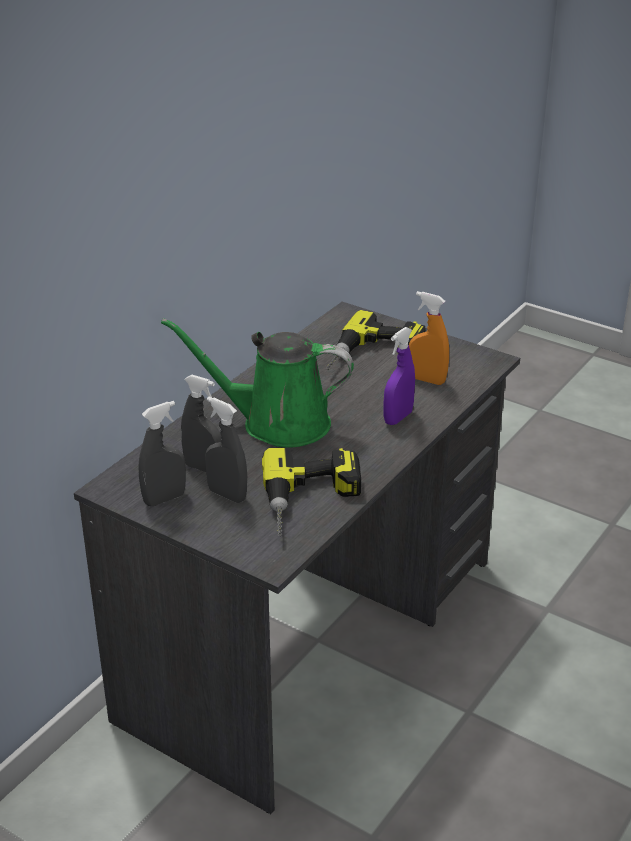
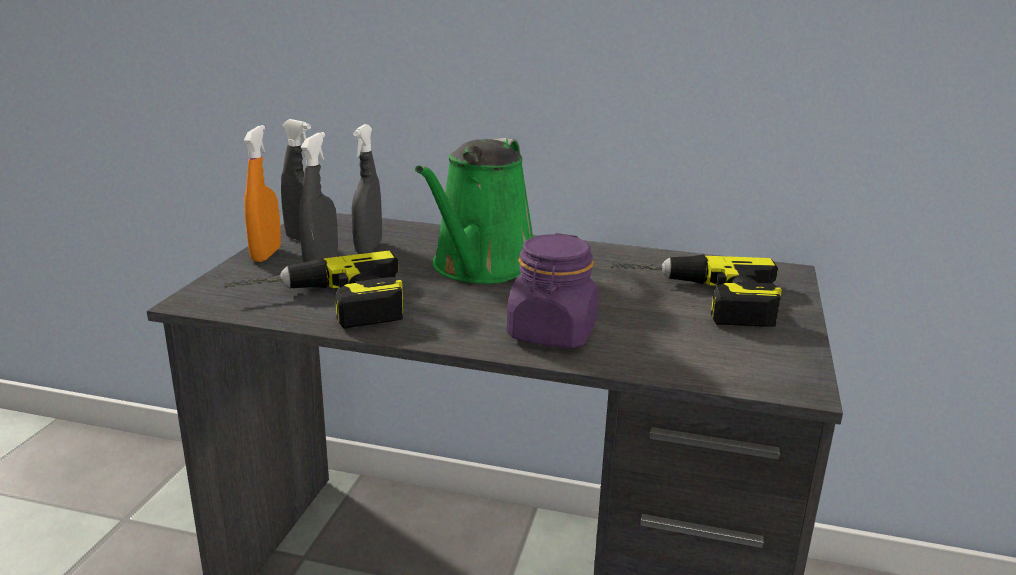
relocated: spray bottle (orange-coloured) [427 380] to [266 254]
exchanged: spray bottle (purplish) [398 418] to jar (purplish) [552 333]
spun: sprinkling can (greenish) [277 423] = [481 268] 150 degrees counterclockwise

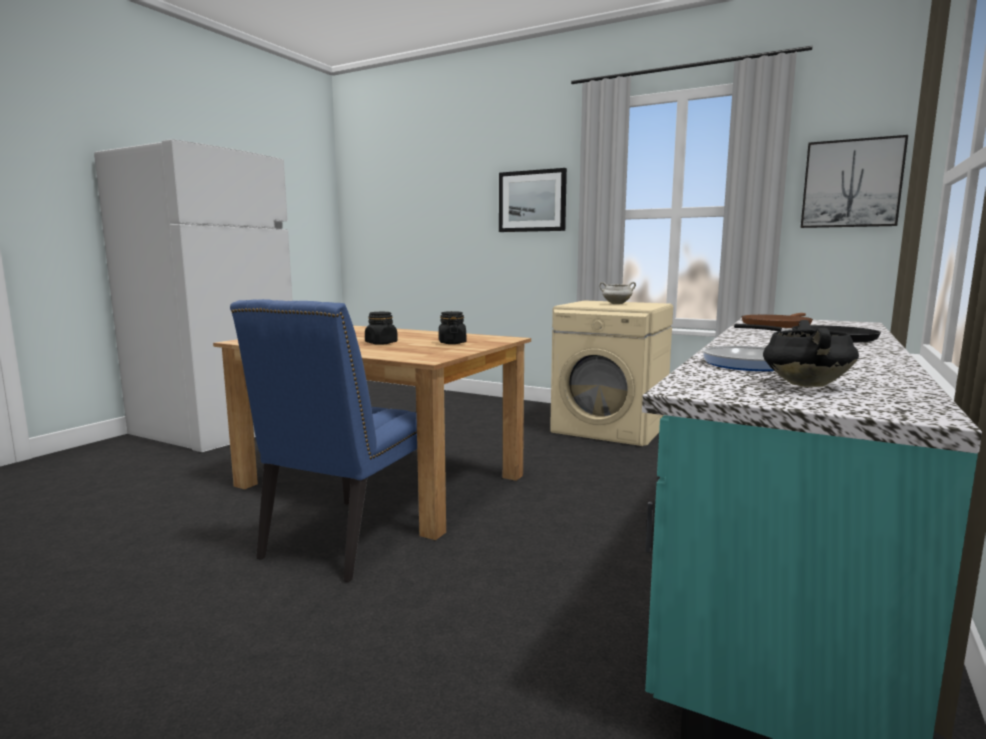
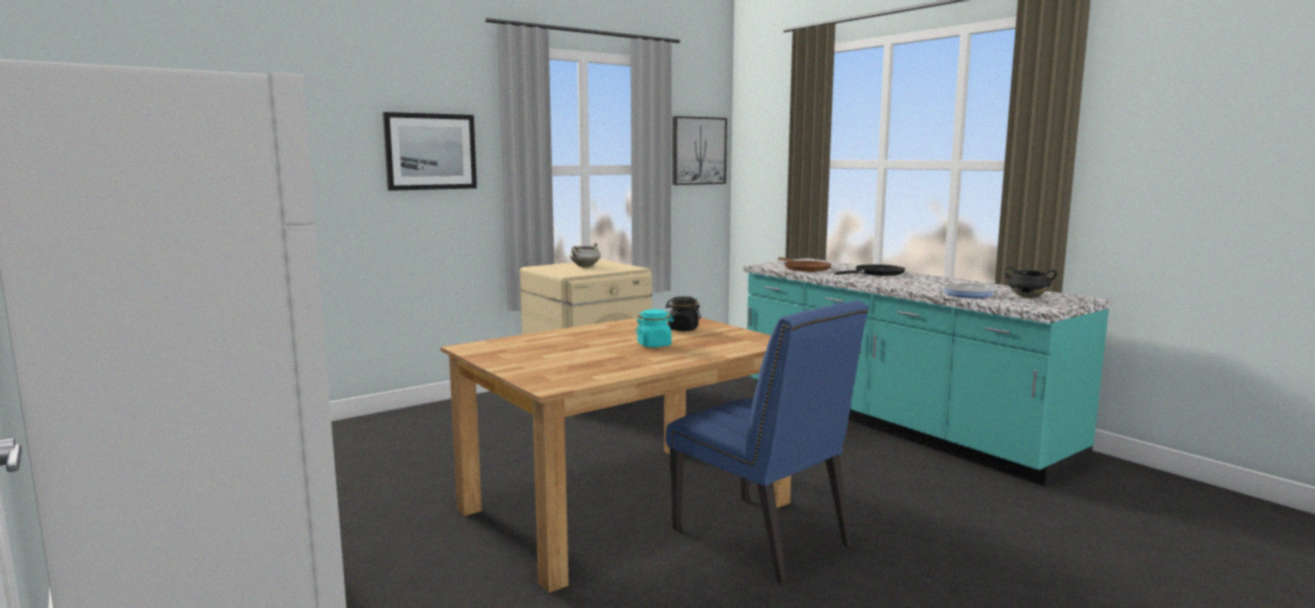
colour: jar (black-coloured) [381 343] to jar (turquoise-coloured) [654 345]

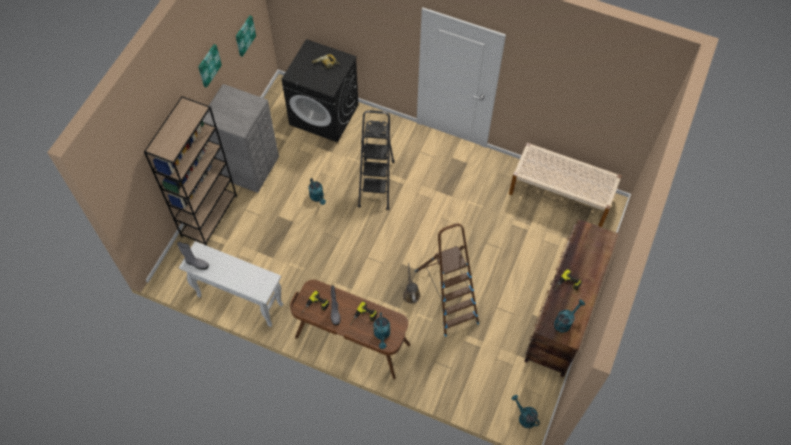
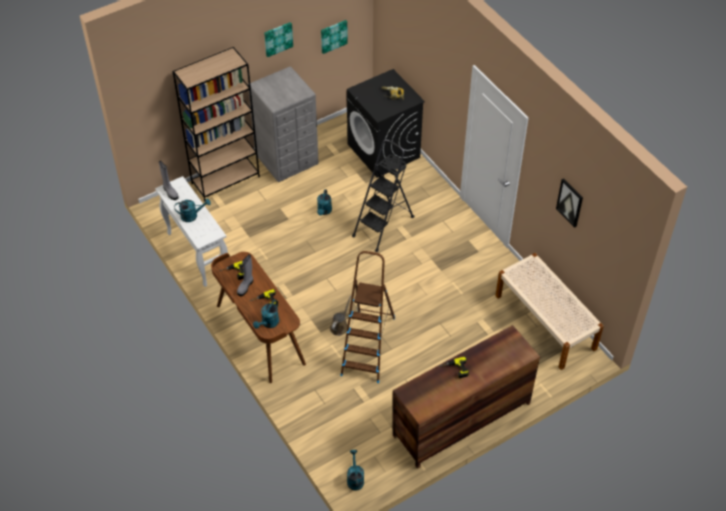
appeared: wall picture [570 202]
relocated: sprinkling can (turquoise-coloured) [565 322] to [192 216]

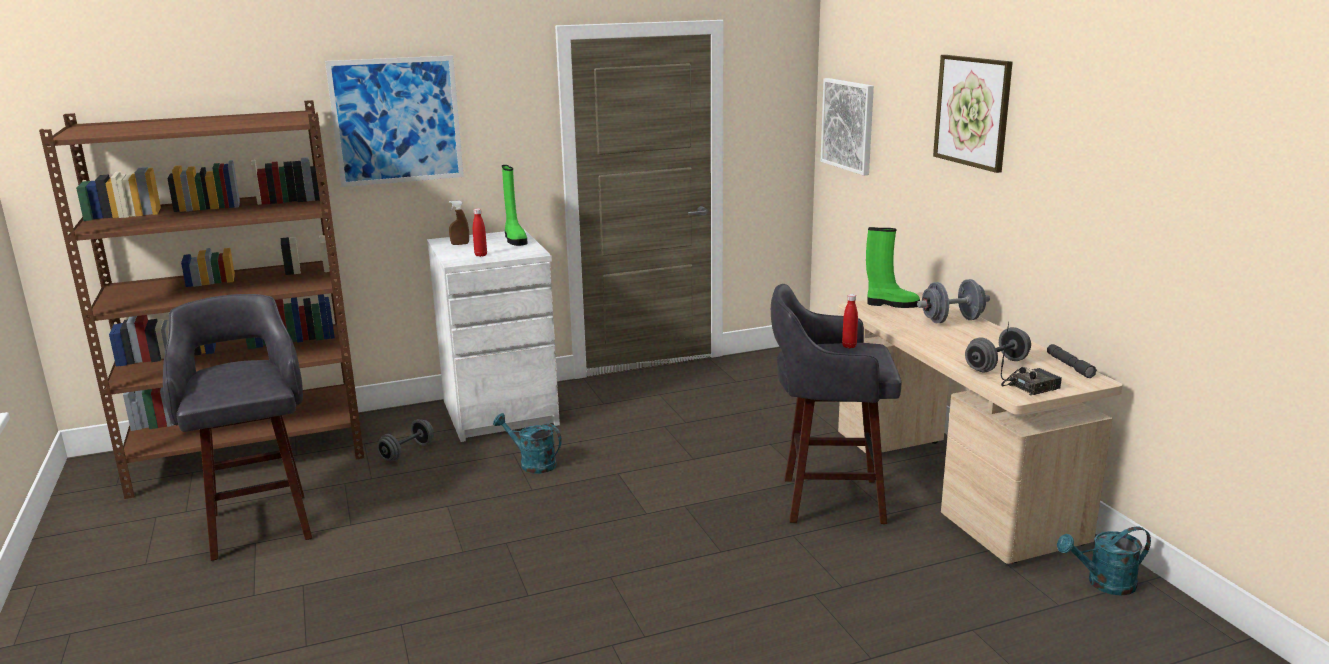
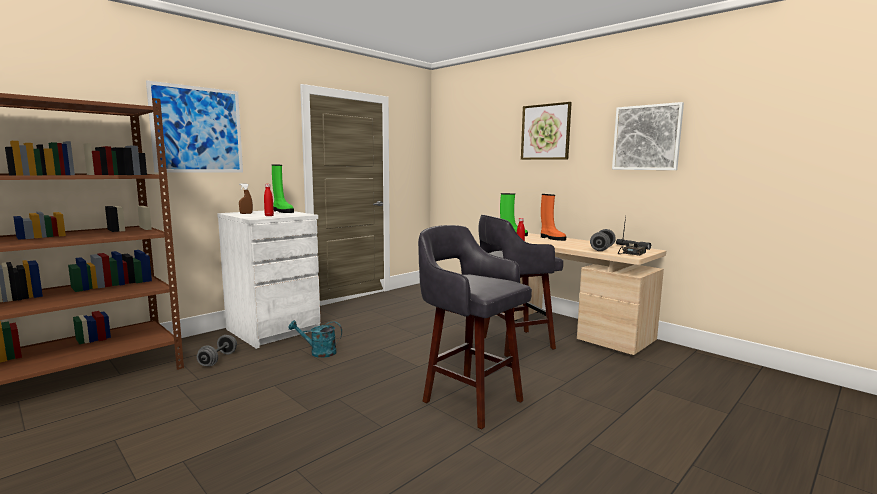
missing: sprinkling can (turquoise-coloured) [1103 584]
relocated: wall picture [848 125] to [646 138]; stool (greyish) [260 523] to [469 400]
exchanged: free weight (greyish) [952 320] to boot (orange-coloured) [551 238]

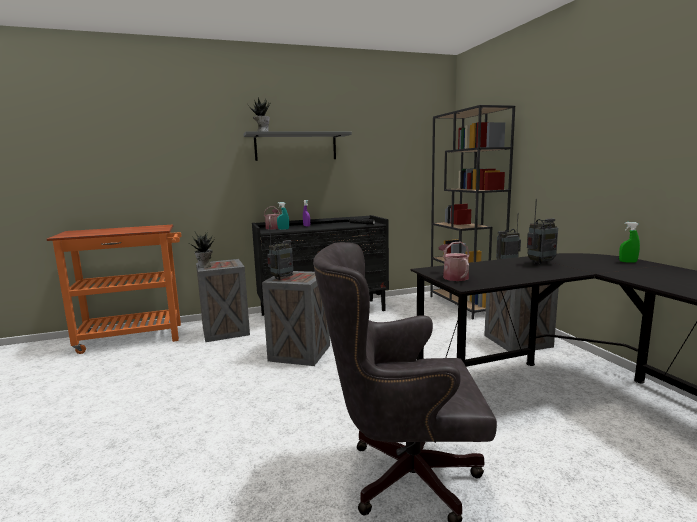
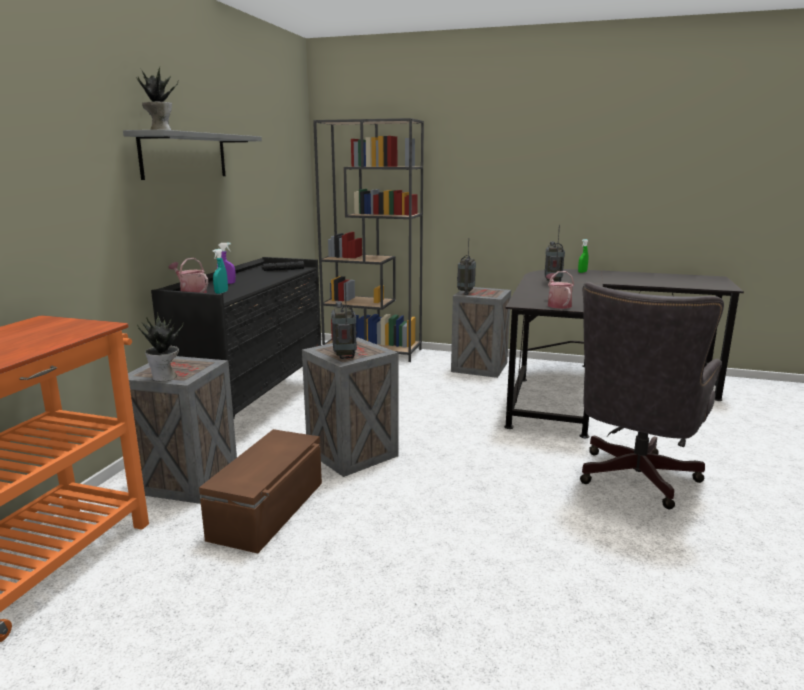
appeared: storage bin (brown-coloured) [269 510]
spun: sprinkling can [453 277] = [557 305] 60 degrees clockwise

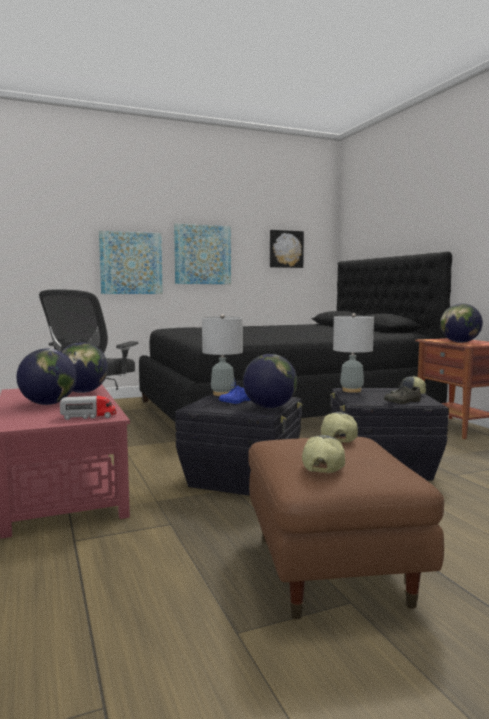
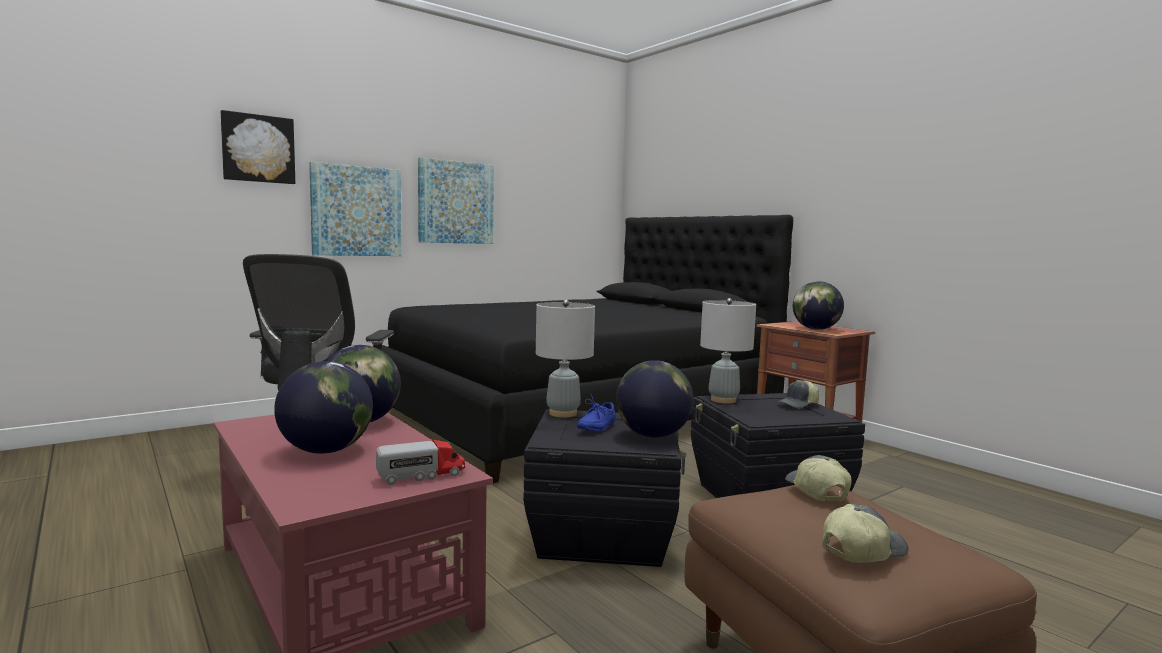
missing: item of footwear (greyish) [401 401]
relocated: wall picture [285 249] to [258 148]
spun: peaked cap [323 465] = [862 550] 60 degrees clockwise

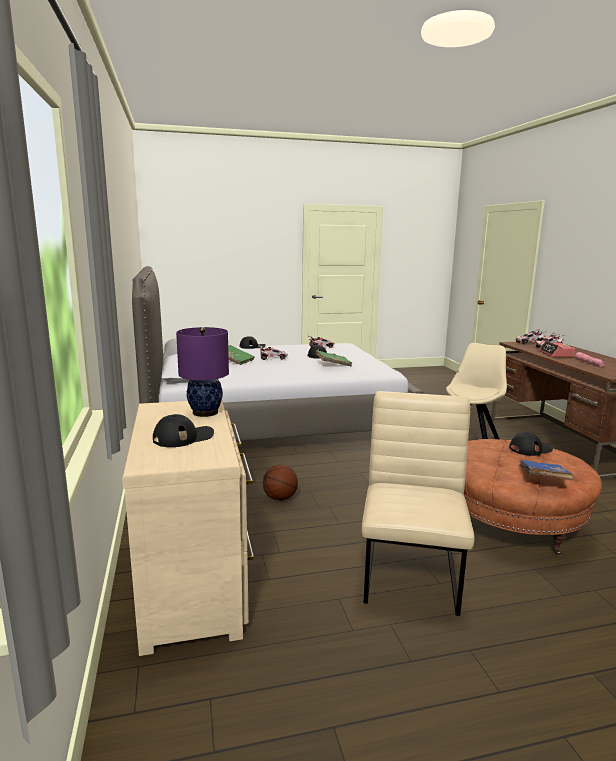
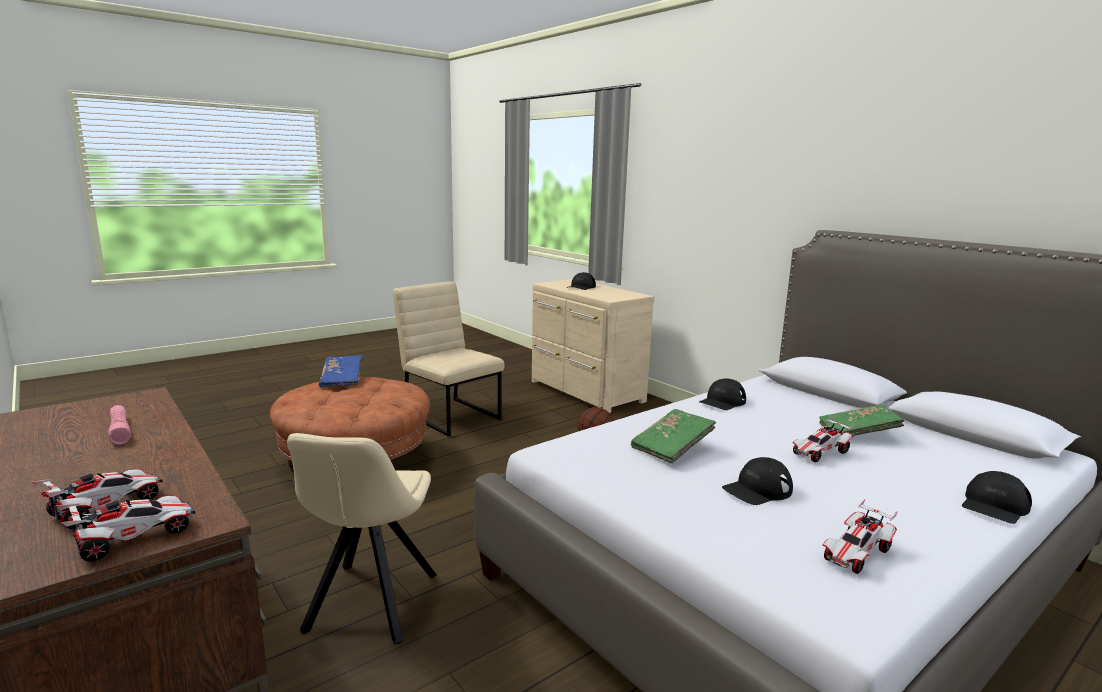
missing: lamp for a table (purplish) [205 412]; alarm clock [556 354]
relocated: peaked cap (black-coloured) [530 449] to [722 402]
spun: upright chair (beige-coloured) [411 572] = [451 415] 150 degrees clockwise

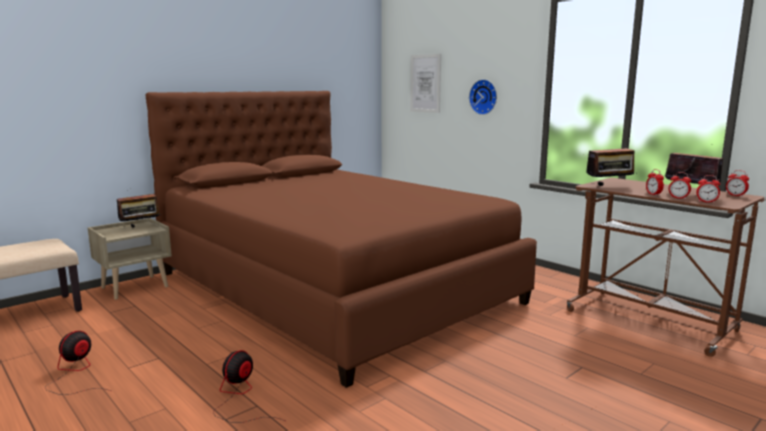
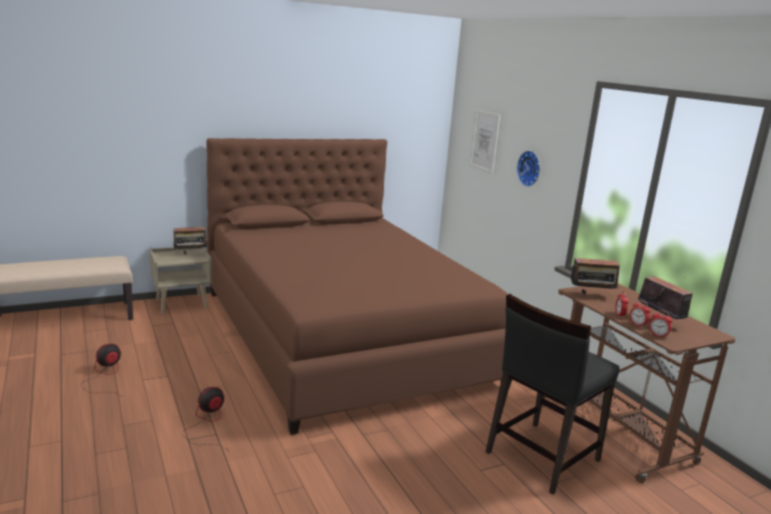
missing: alarm clock [735 195]
appeared: upright chair (black-coloured) [541 456]

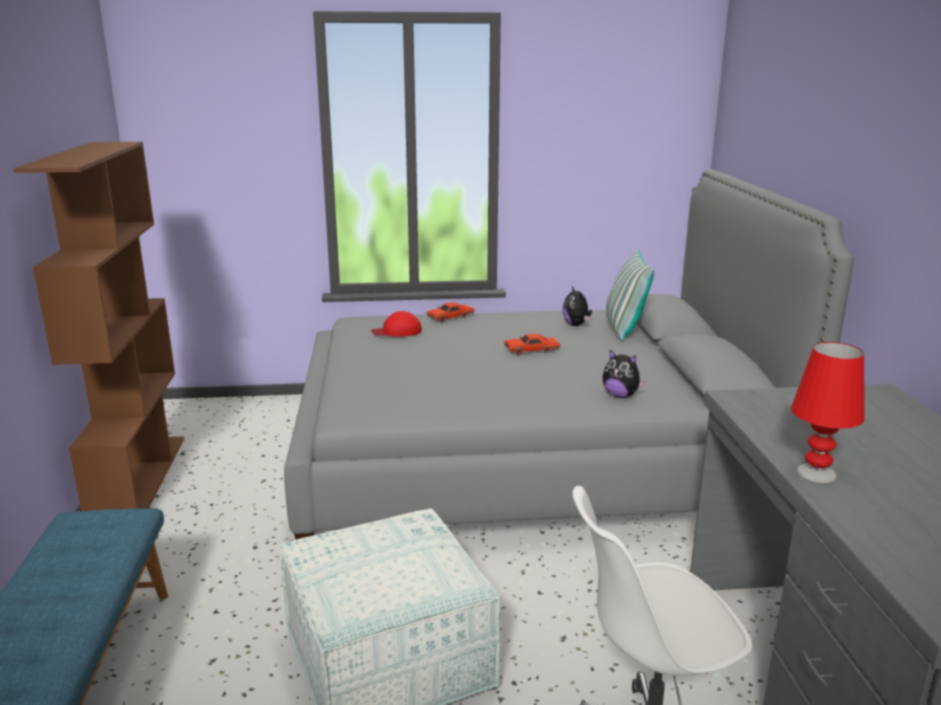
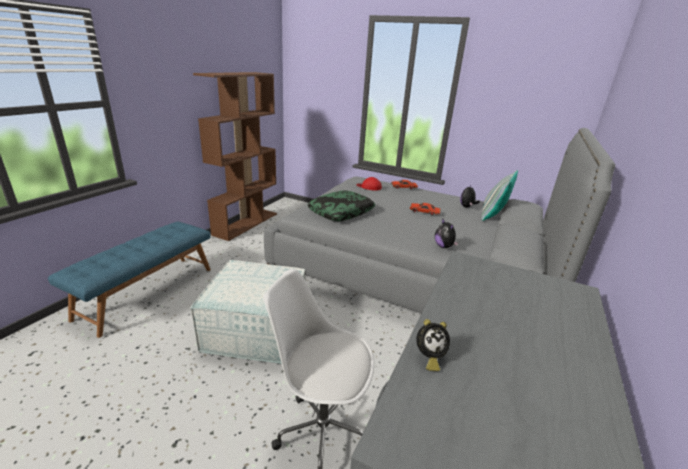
missing: lamp for a table (reddish) [817 473]
appeared: throw pillow [341 212]; alarm clock [428 358]

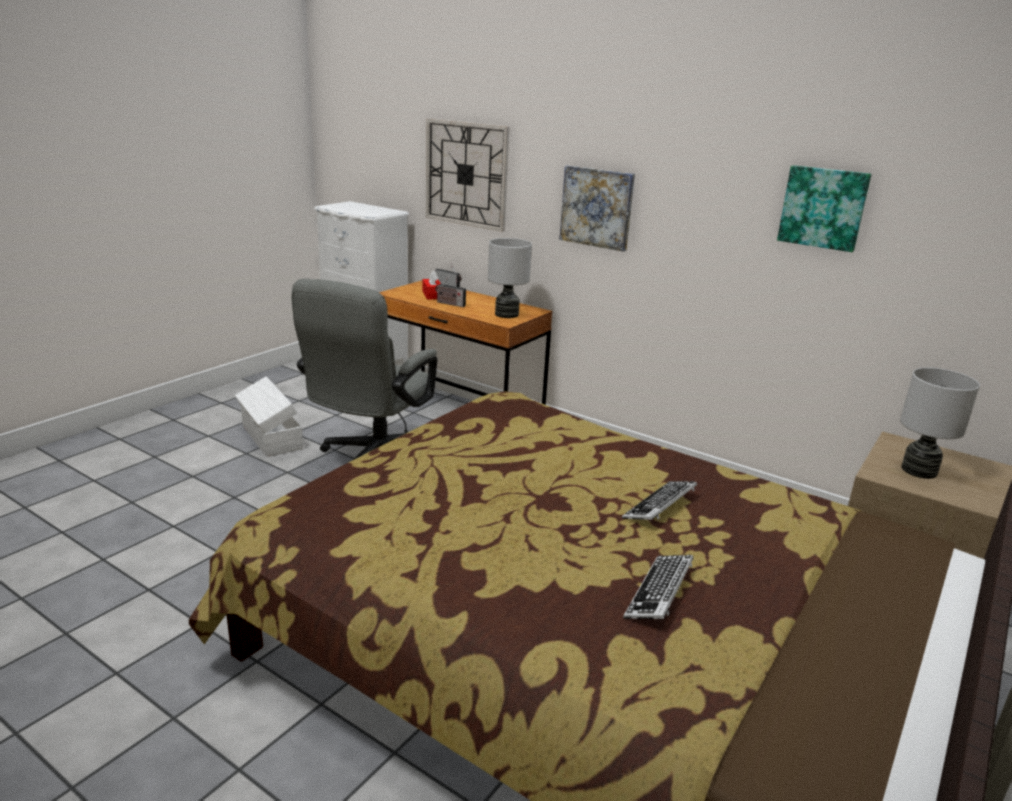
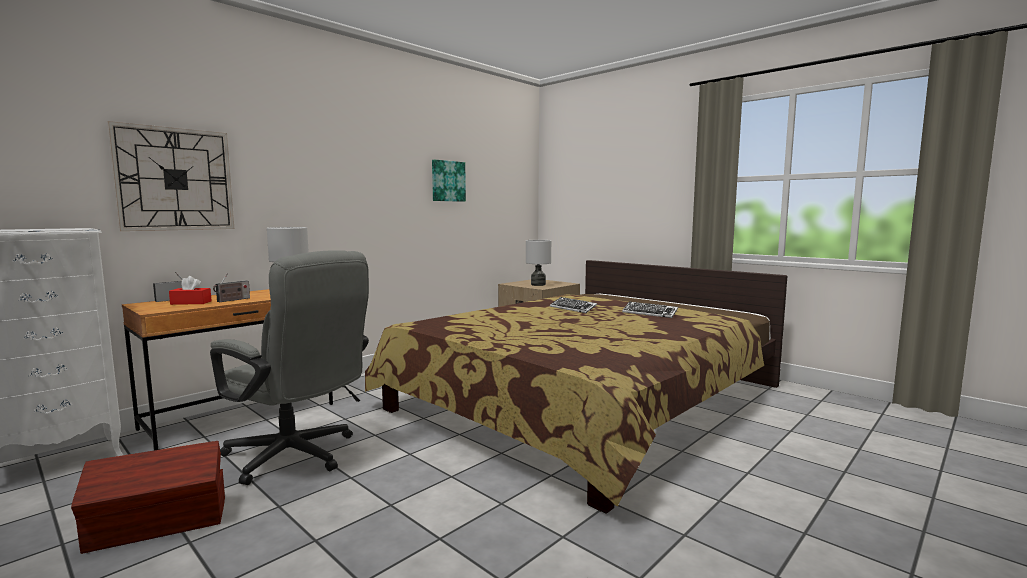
missing: wall picture [597 207]
colour: storage bin (whitish) [271 437] to storage bin (brown-coloured) [160 524]

